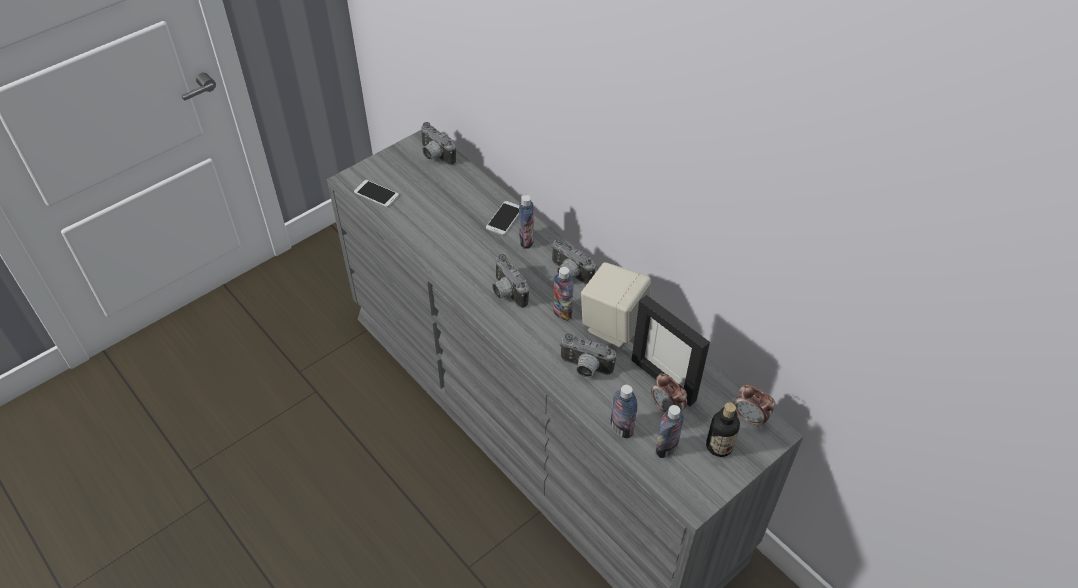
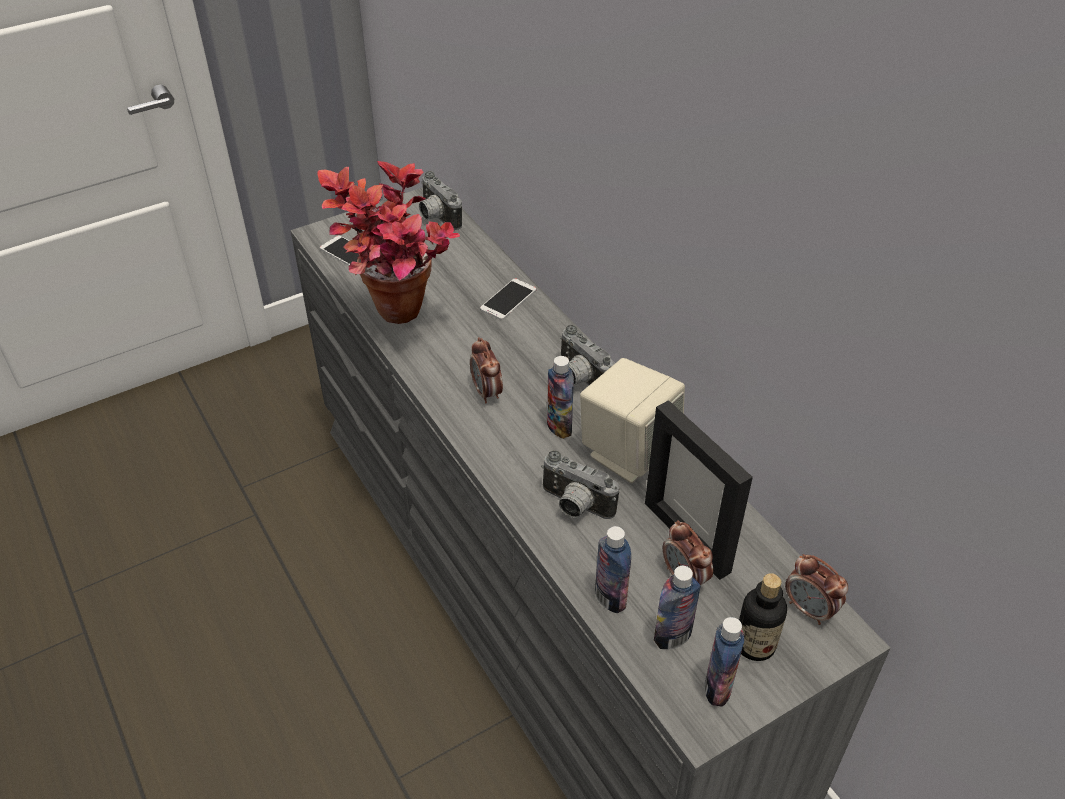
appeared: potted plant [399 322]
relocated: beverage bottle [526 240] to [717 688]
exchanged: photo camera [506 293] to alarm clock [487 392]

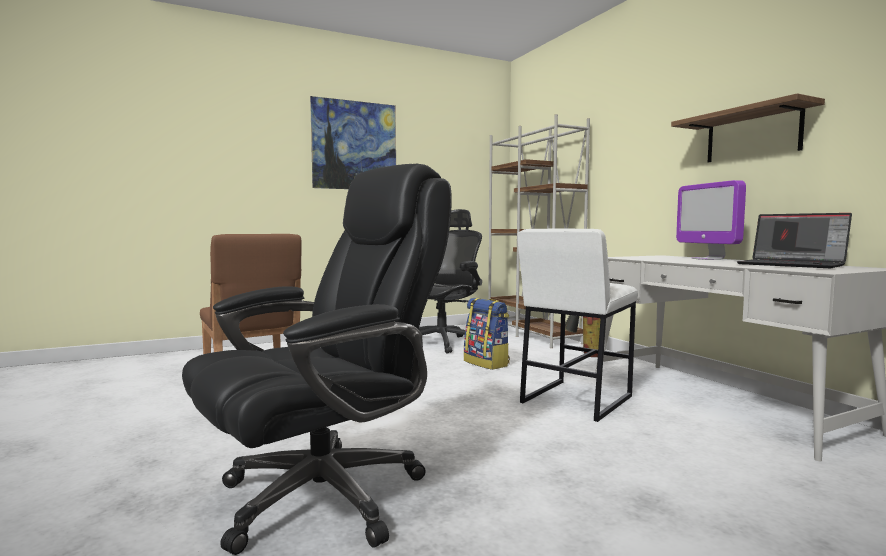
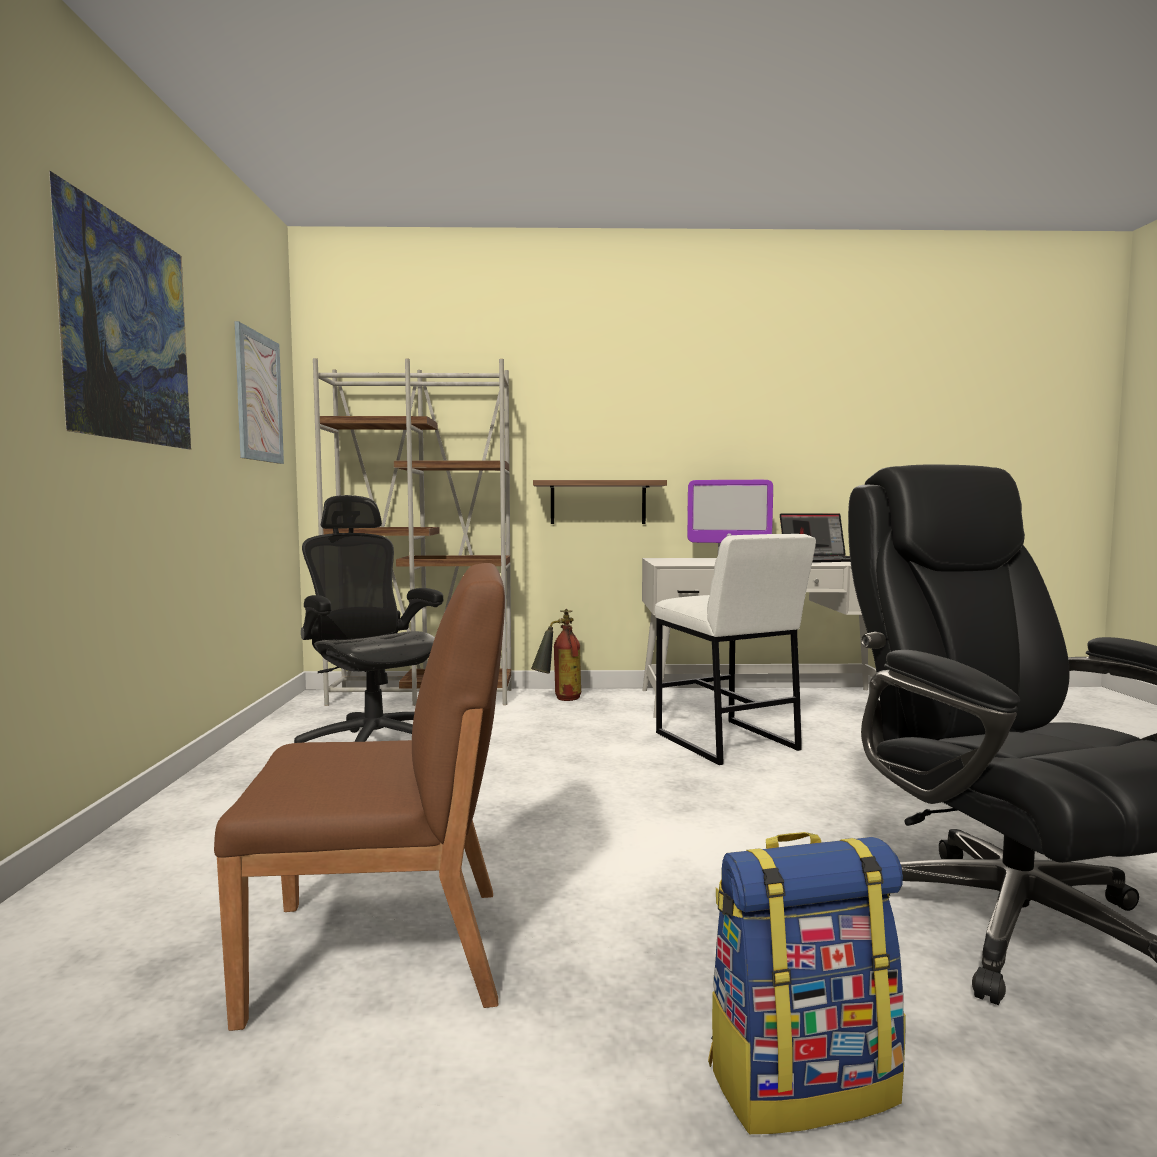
appeared: wall picture [259 397]
relocated: bracket shelf [752 135] to [598 502]; knapsack [487 363] to [801 1081]

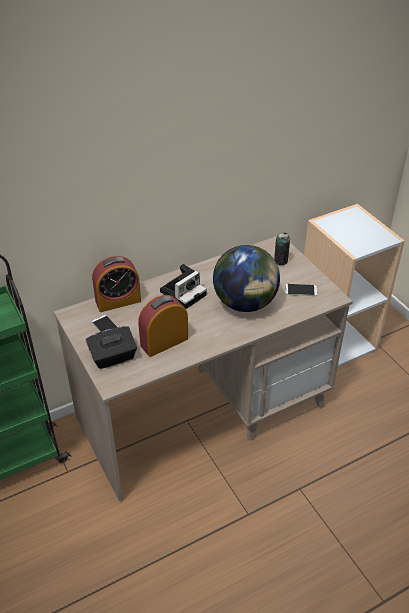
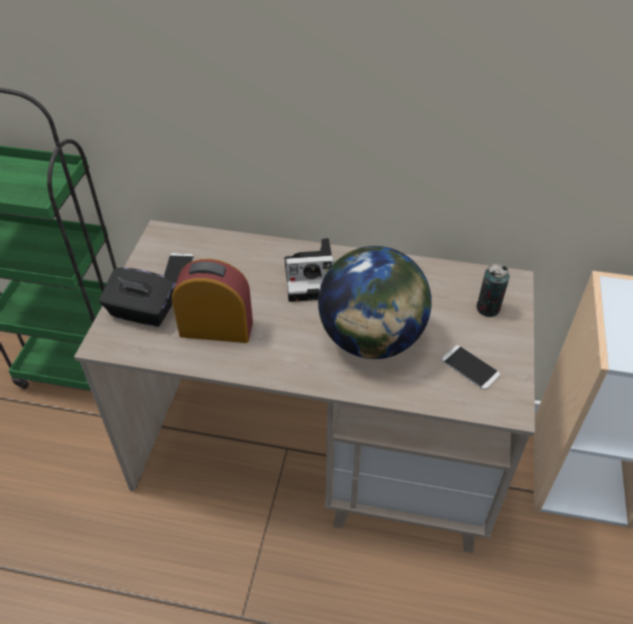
missing: alarm clock [118 301]

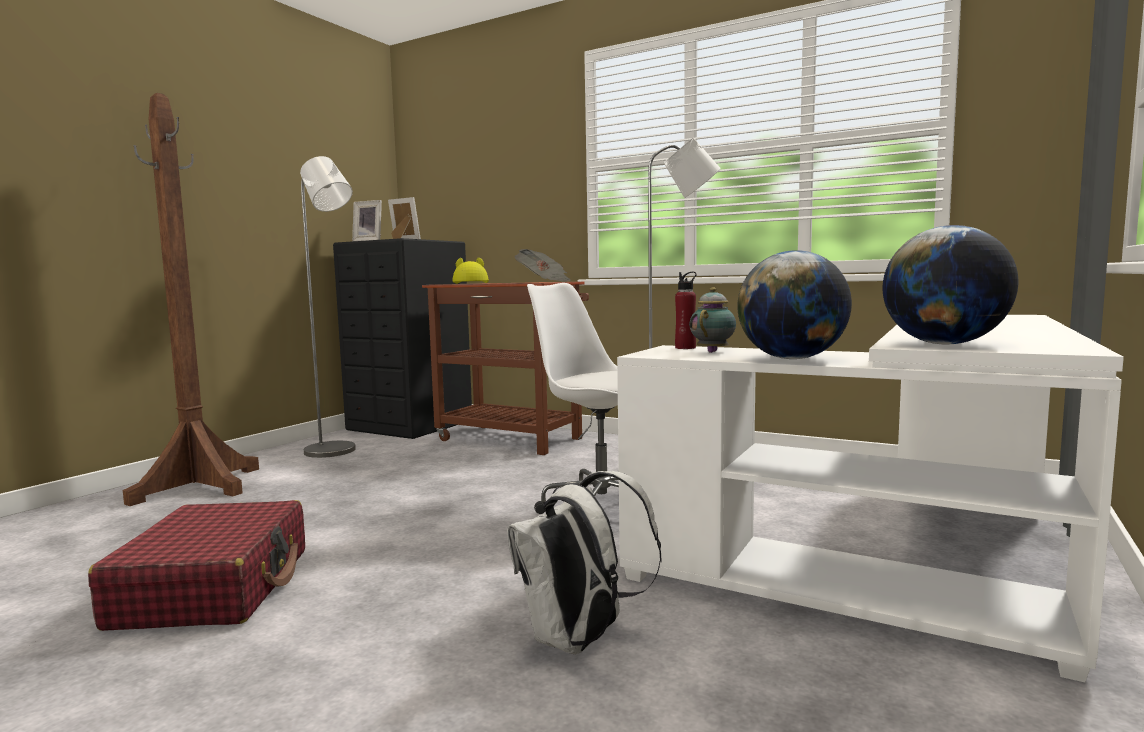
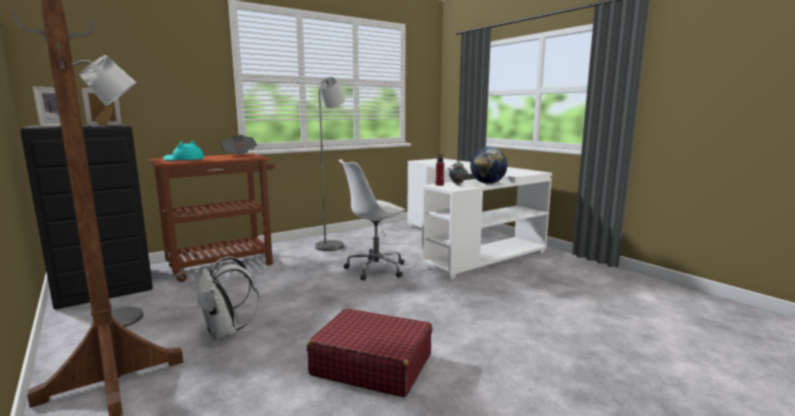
missing: globe [945 344]
relocated: knapsack (whitish) [580 640] to [226 333]
colour: wearable hat (yellow) [470 283] to wearable hat (turquoise-coloured) [183 160]

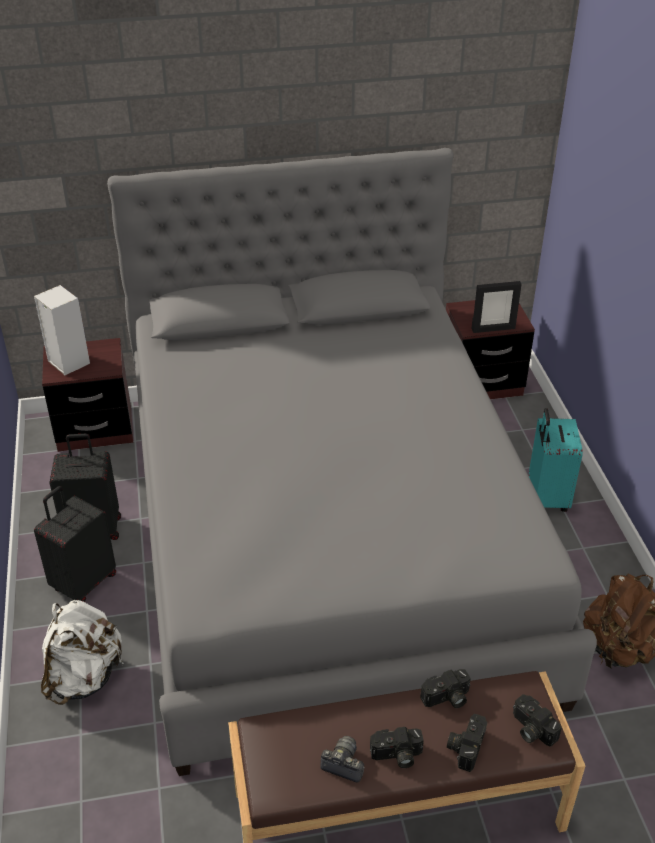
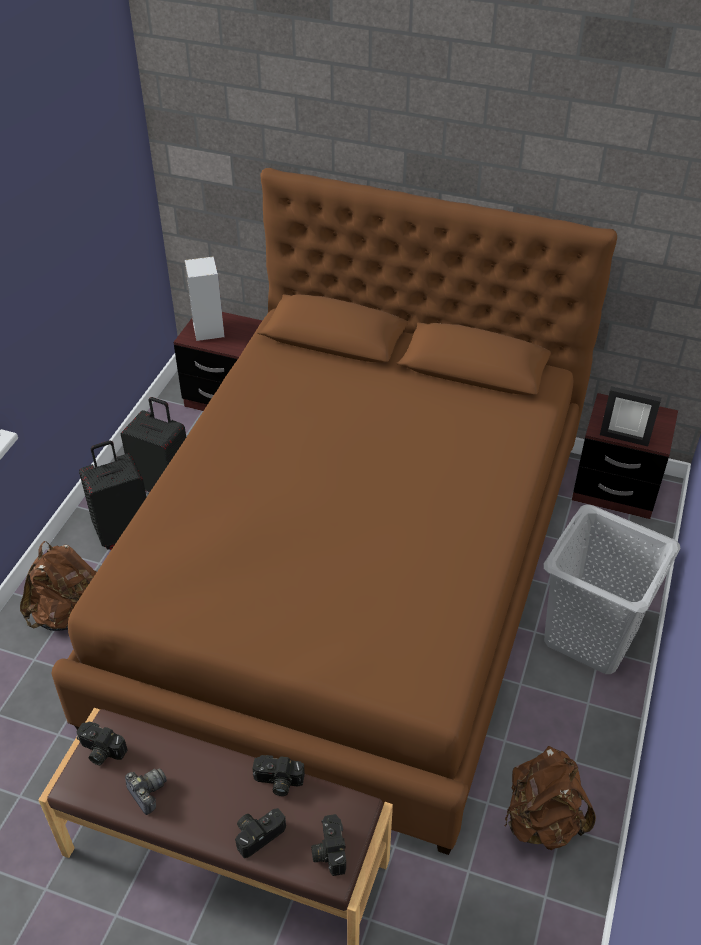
relocated: photo camera [396 756] to [100 751]
exchanged: suitcase (turquoise-coloured) [546 497] to hamper (greyish) [590 634]
colour: bedroom bed (greyish) [327 534] to bedroom bed (brown-coloured) [351 579]; knapsack (whitish) [84 677] to knapsack (brown-coloured) [69 613]

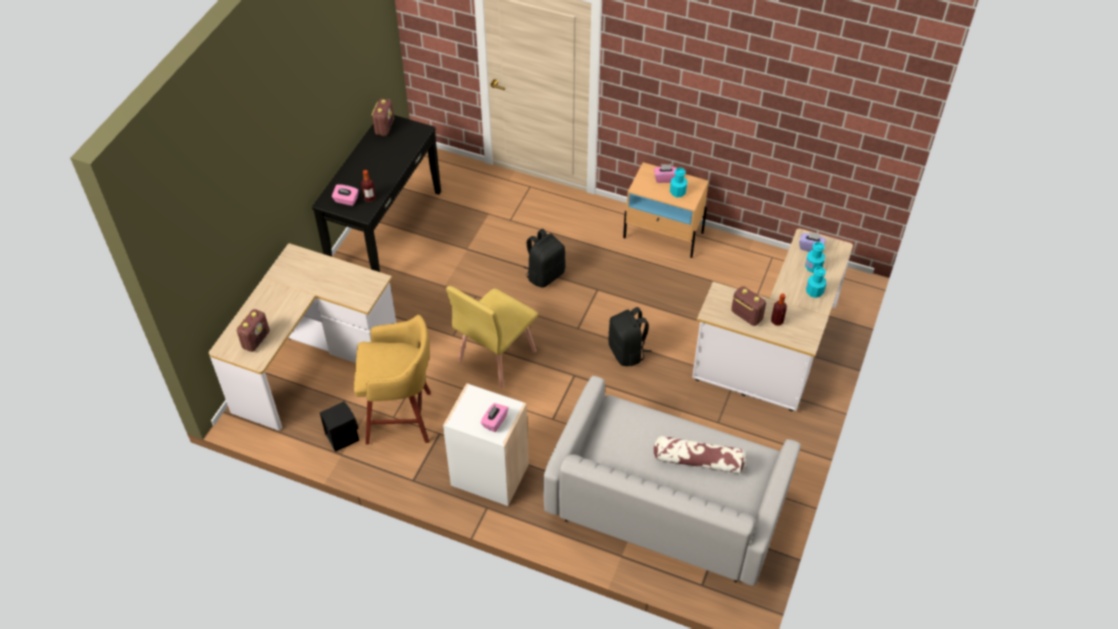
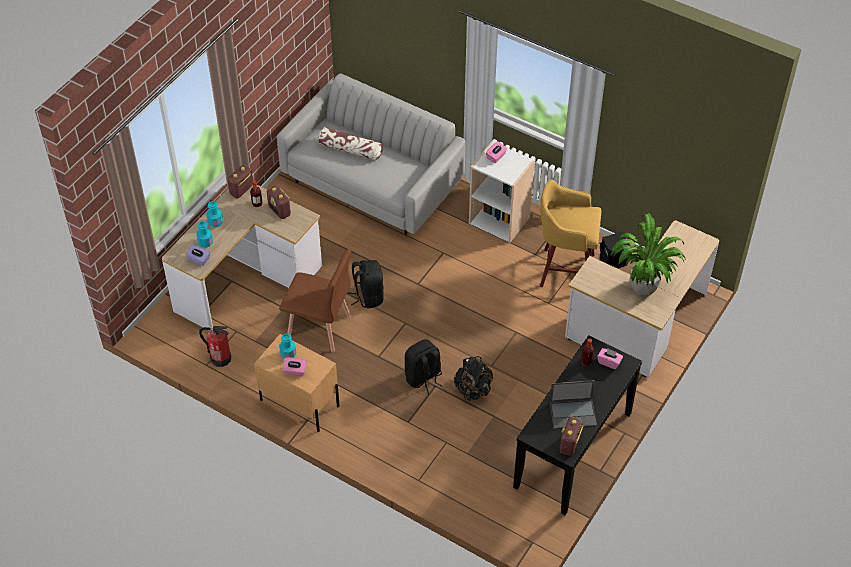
missing: upright chair (yellow) [496 356]
appeared: potted plant [644 286]; upright chair (brown-coloured) [319 328]; extinguisher [220 358]; knapsack (black-coloured) [473 390]; laptop [573 413]
relocated: radio [256 340] to [241 190]

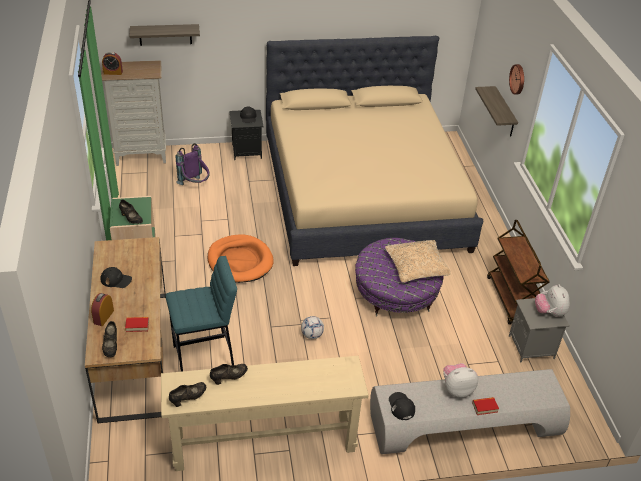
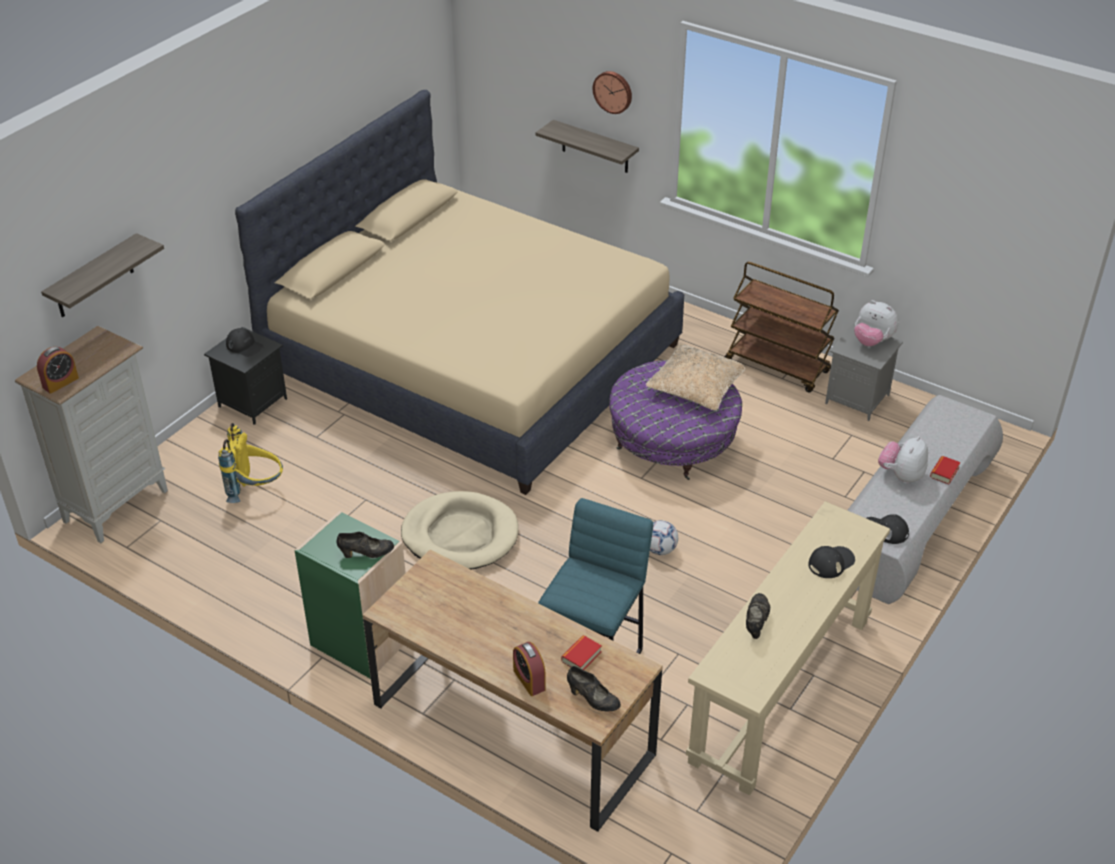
missing: item of footwear (black-coloured) [188 398]
relocated: peaked cap (black-coloured) [116 280] to [831 562]
colour: knapsack (purplish) [195 185] to knapsack (yellow) [256 490]; dog bed (orange-coloured) [240 261] to dog bed (beige-coloured) [460 535]

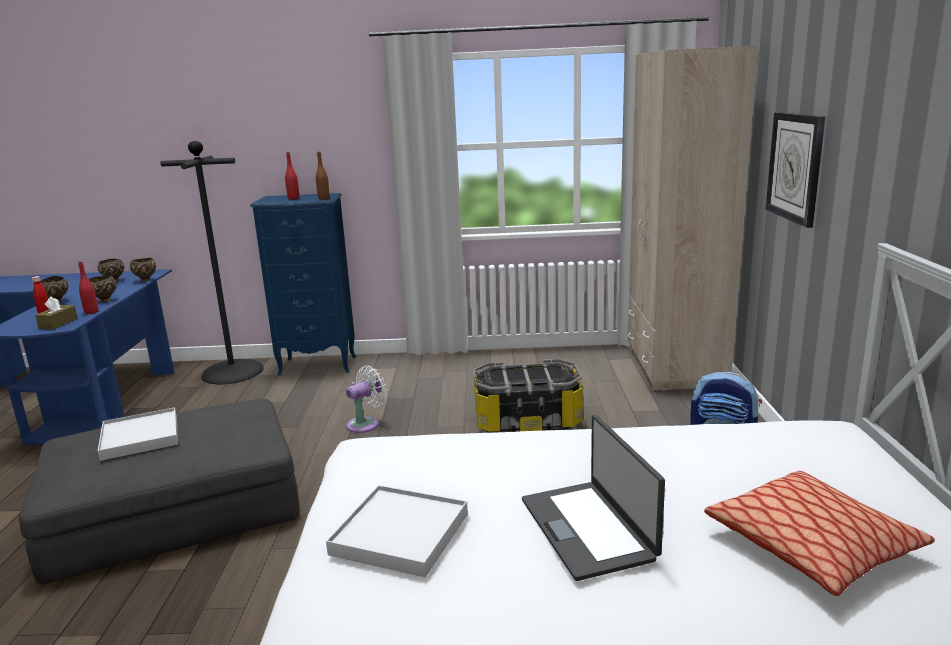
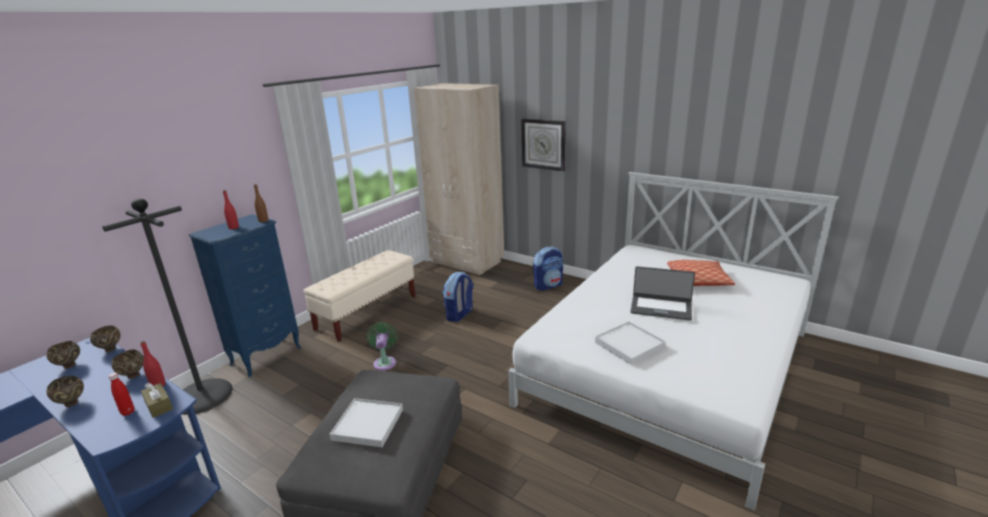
appeared: long seat (beige-coloured) [367 313]
exchanged: storage bin [527 422] to knapsack [459 315]
colour: fan (whitish) [366 424] to fan (greenish) [385 362]

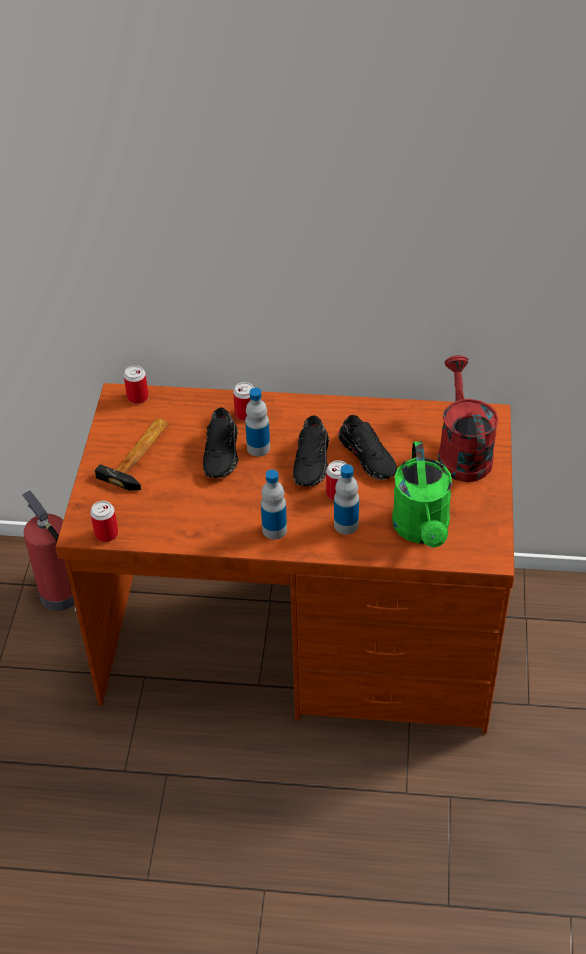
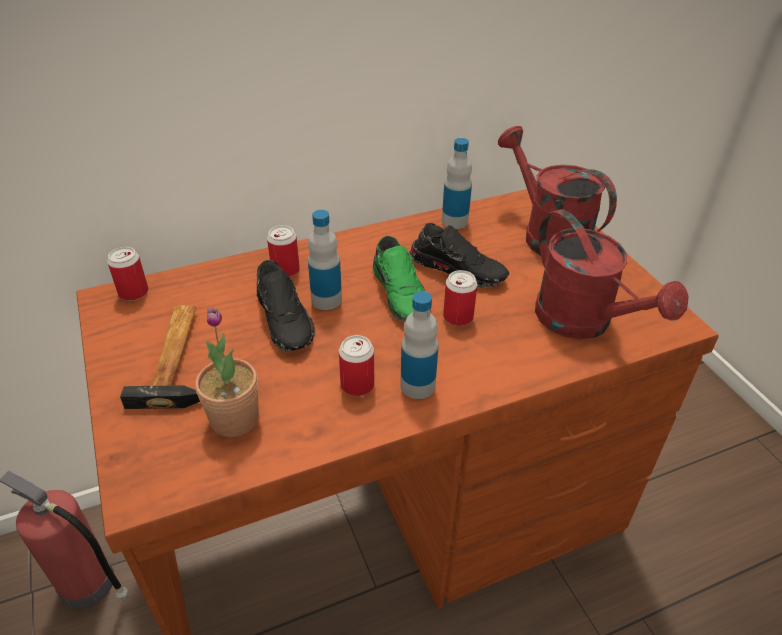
appeared: potted plant [234 419]
relocated: beverage bottle [346 525] to [454 221]; can [106 534] to [357 385]
colour: item of footwear (black-coloured) [313 461] to item of footwear (greenish) [402 293]; sprinkling can (greenish) [422 530] to sprinkling can (reddish) [584 323]

